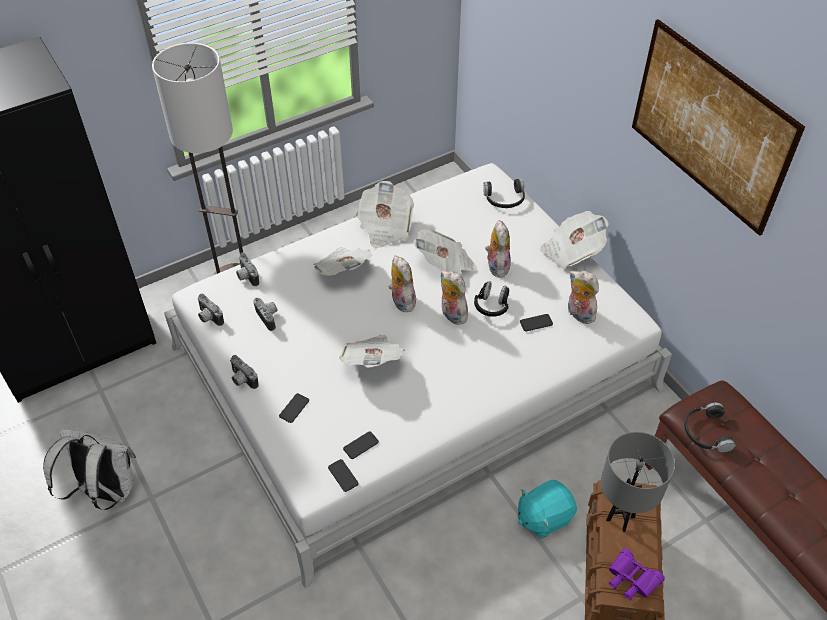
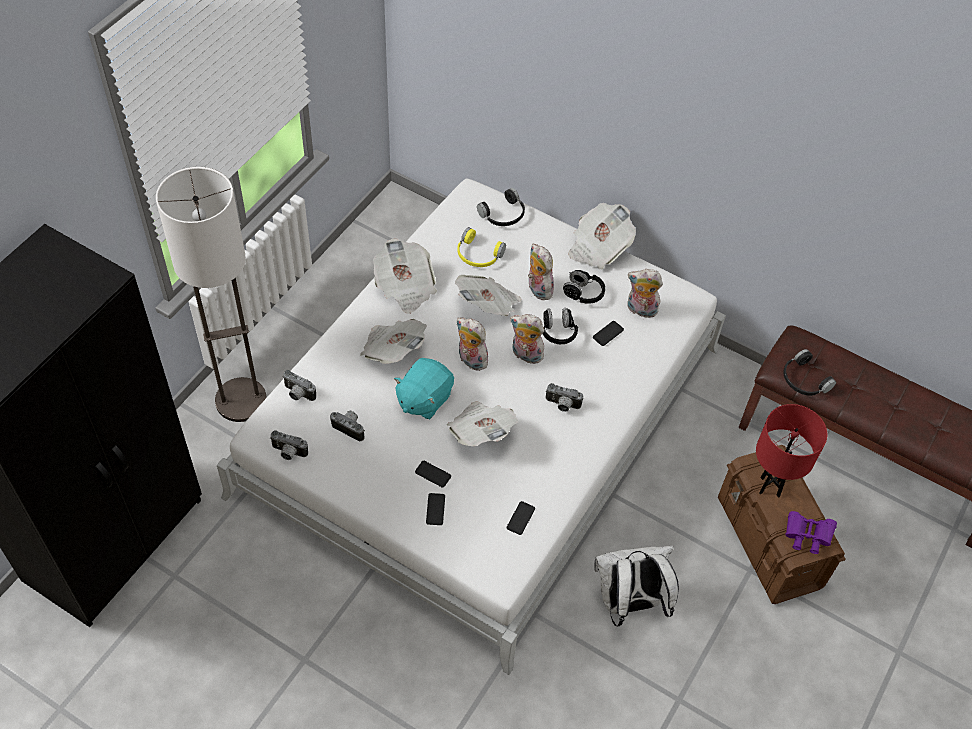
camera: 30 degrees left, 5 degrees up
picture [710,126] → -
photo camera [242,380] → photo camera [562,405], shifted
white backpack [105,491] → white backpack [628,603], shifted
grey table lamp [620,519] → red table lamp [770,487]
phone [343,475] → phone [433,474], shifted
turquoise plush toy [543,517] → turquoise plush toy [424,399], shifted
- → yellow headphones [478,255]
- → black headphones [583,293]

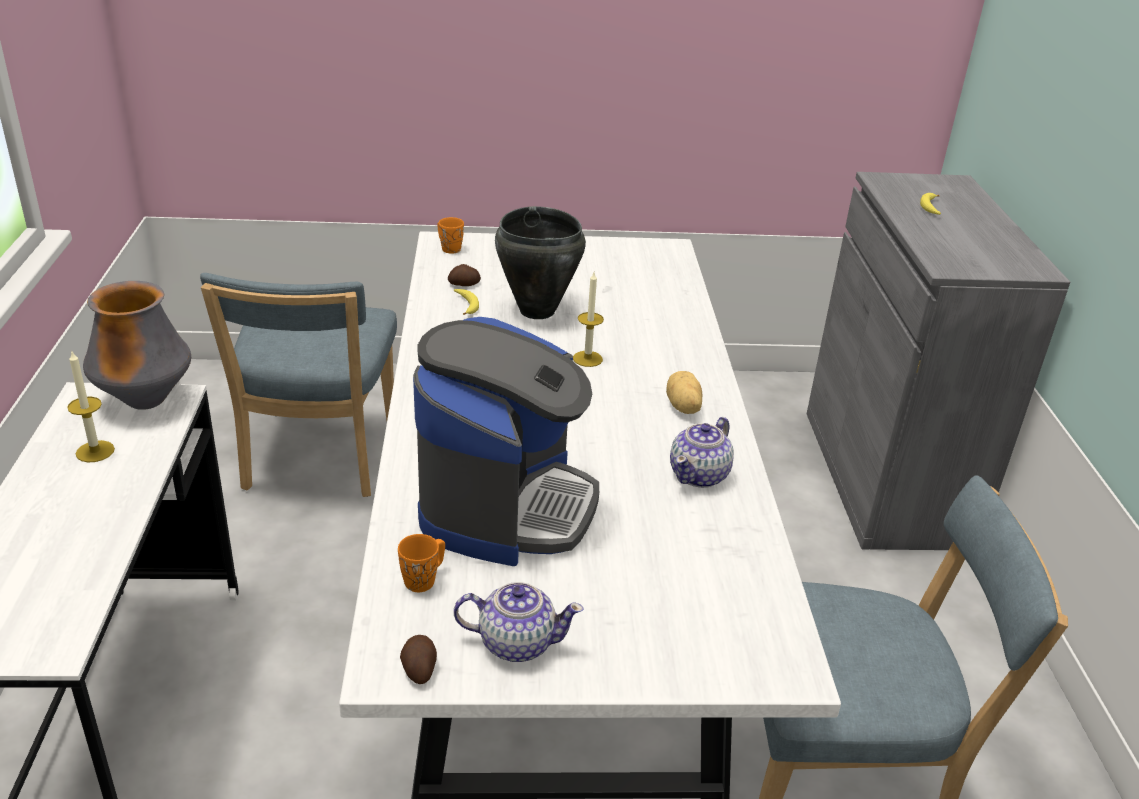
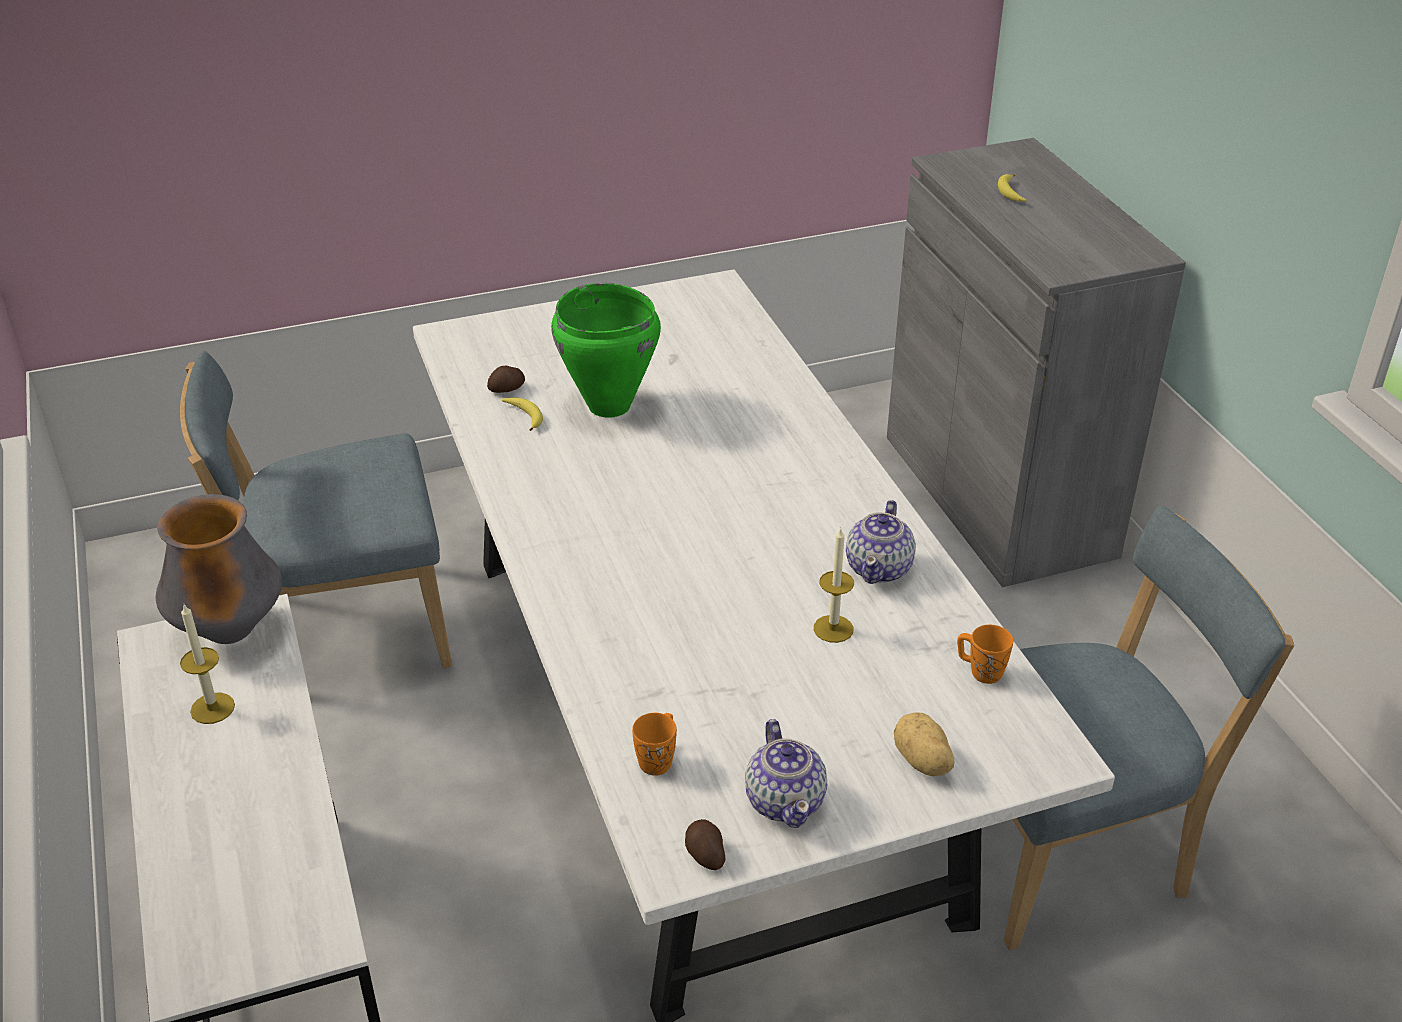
camera: 15 degrees left, 5 degrees up
black cooking pot [536,311] → green cooking pot [609,406]
orange mug [448,248] → orange mug [980,671], shifted
candle [587,359] → candle [833,629], shifted
blue chair [318,459] → blue chair [345,631], 90 degrees clockwise
coffee machine [506,506] → -
potato [682,407] → potato [921,762], shifted
teapot [516,642] → teapot [785,800], 90 degrees clockwise

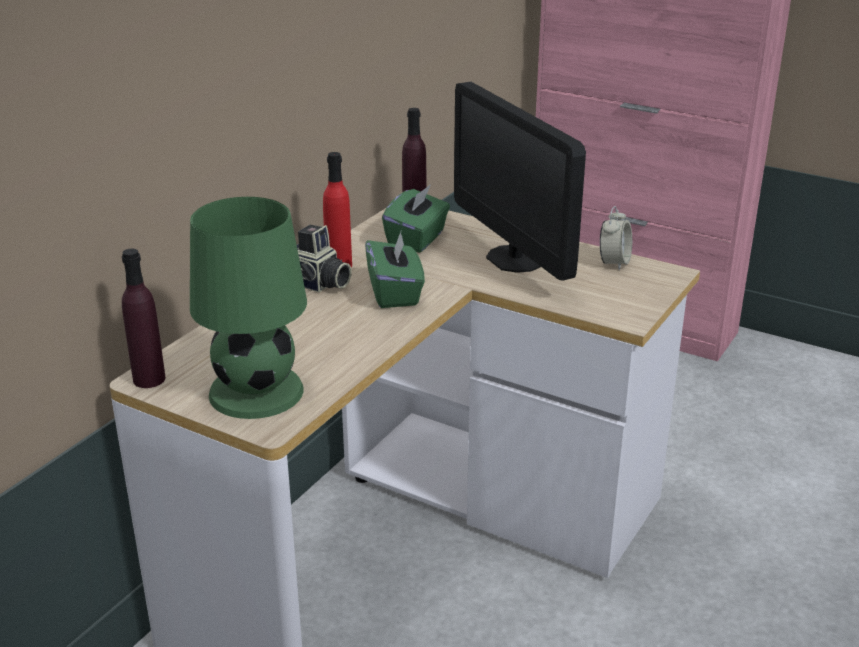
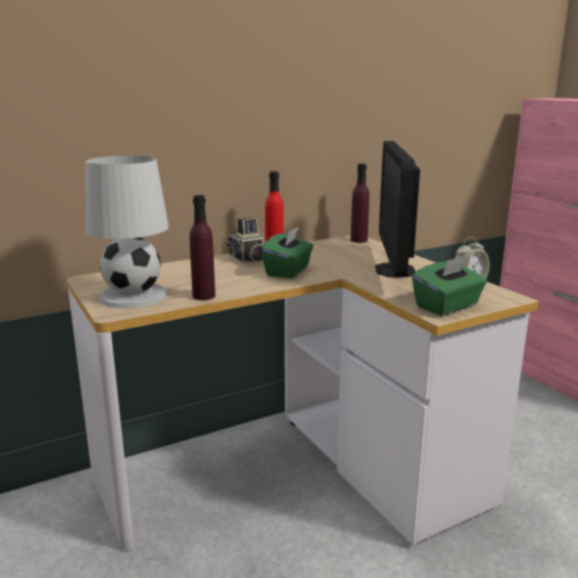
camera: 30 degrees right, 10 degrees down
green tissue box [417,239] → green tissue box [447,306], shifted
green table lamp [257,391] → white table lamp [134,296]
purple bottle [149,379] → purple bottle [204,296], shifted

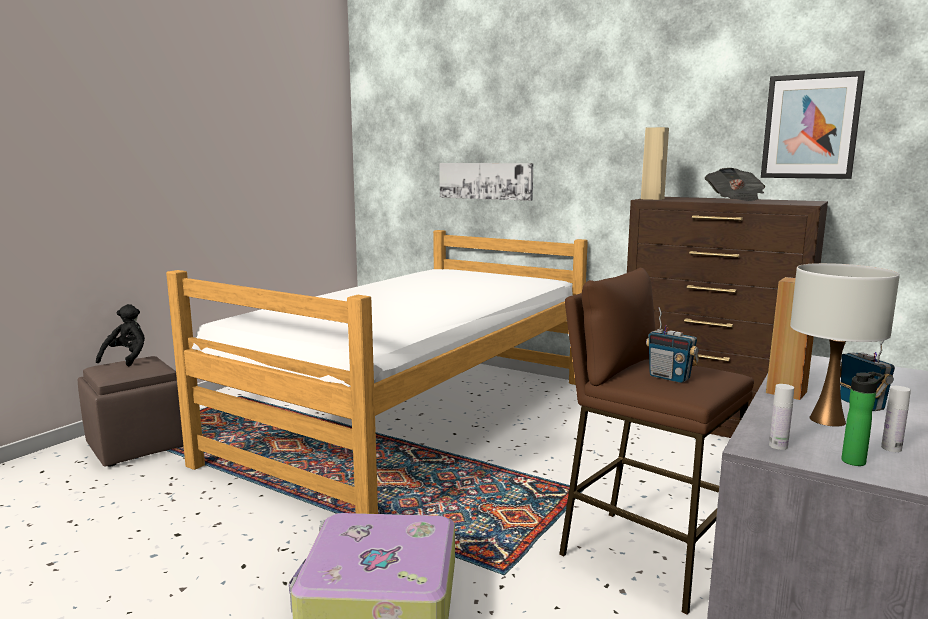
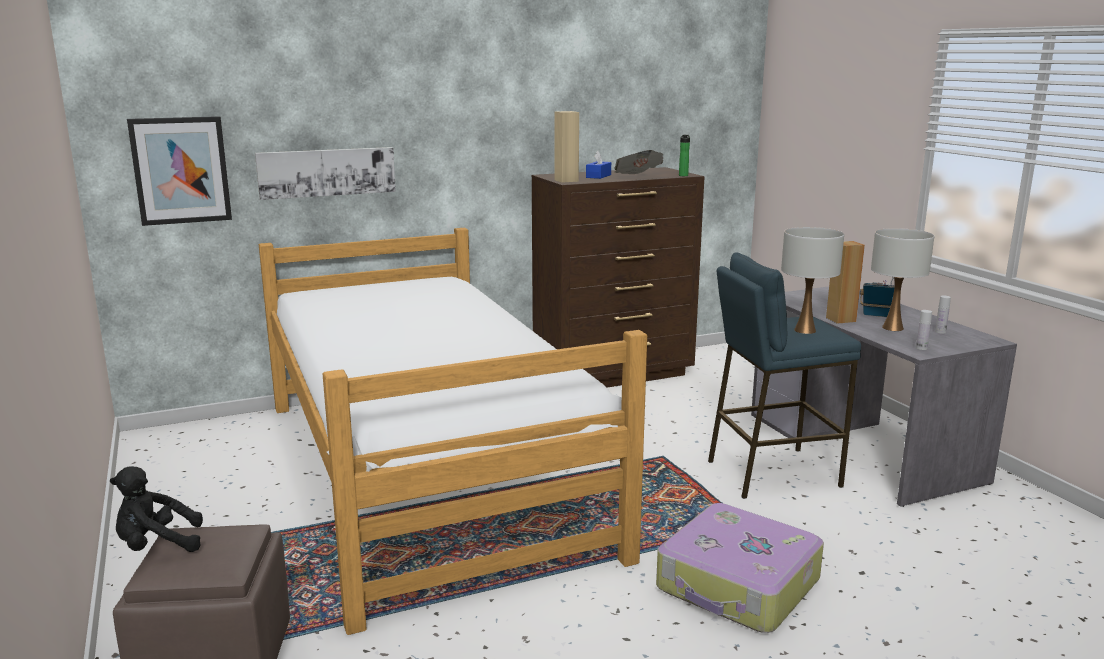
camera: 55 degrees left, 5 degrees up
picture [810,126] → picture [181,170], shifted
brown stool [644,556] → blue stool [771,473]
black plush toy [127,358] → black plush toy [157,546], 60 degrees counterclockwise
radio [669,377] → white table lamp [805,330]
bottle [856,461] → bottle [683,175], shifted
- → blue tissue box [598,176]

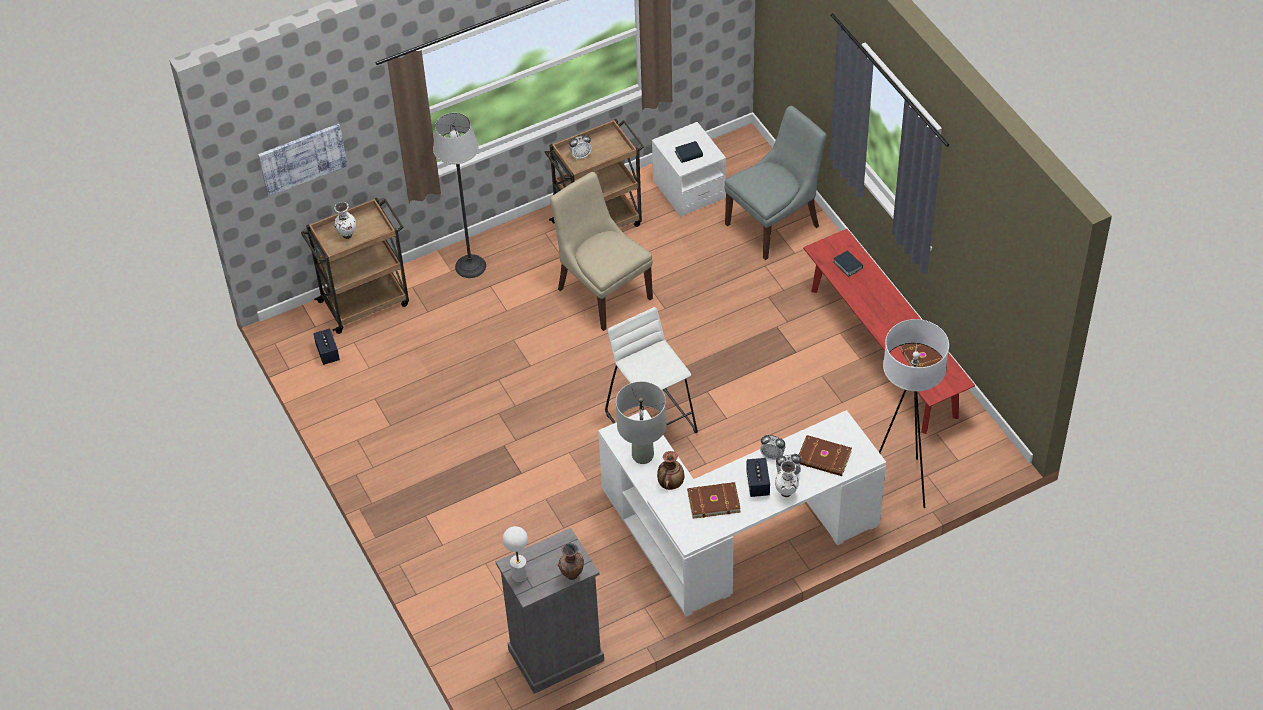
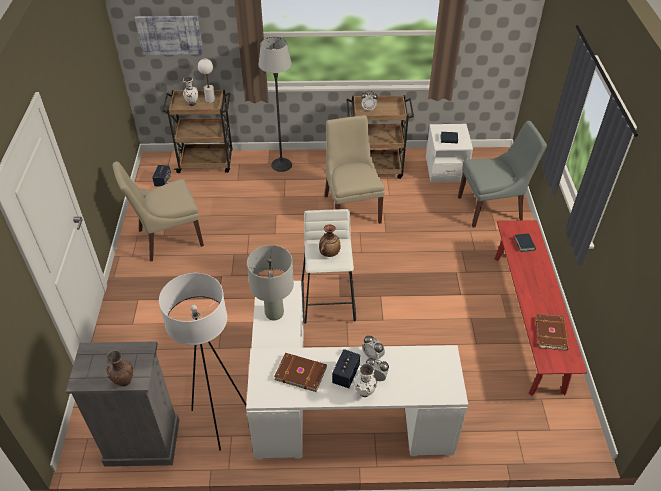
camera: 25 degrees right, 5 degrees down
white floor lamp [901,484] → white floor lamp [219,421], shifted
brown book [823,458] → -
vase [670,483] → vase [329,253], shifted
white table lamp [519,575] → white table lamp [210,100], shifted
- → beige chair [168,238]

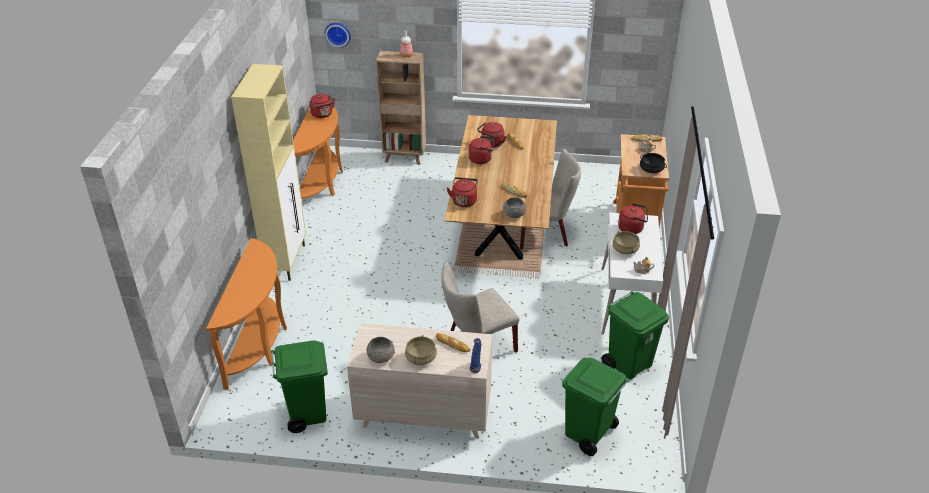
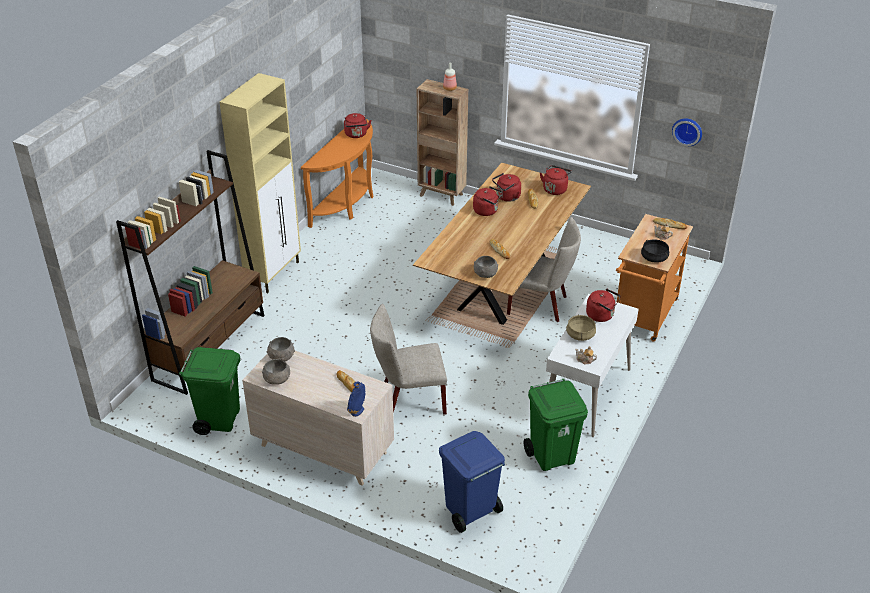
camera: 20 degrees right, 0 degrees up
wall clock [338,34] → wall clock [687,131], shifted
red kettle [464,201] → red kettle [555,189], shifted
orange console table [260,345] → brown bookcase [210,347]
beige cooking pot [420,358] → -
green trash can [588,434] → blue trash can [470,512]
- → grey bowl [281,357]

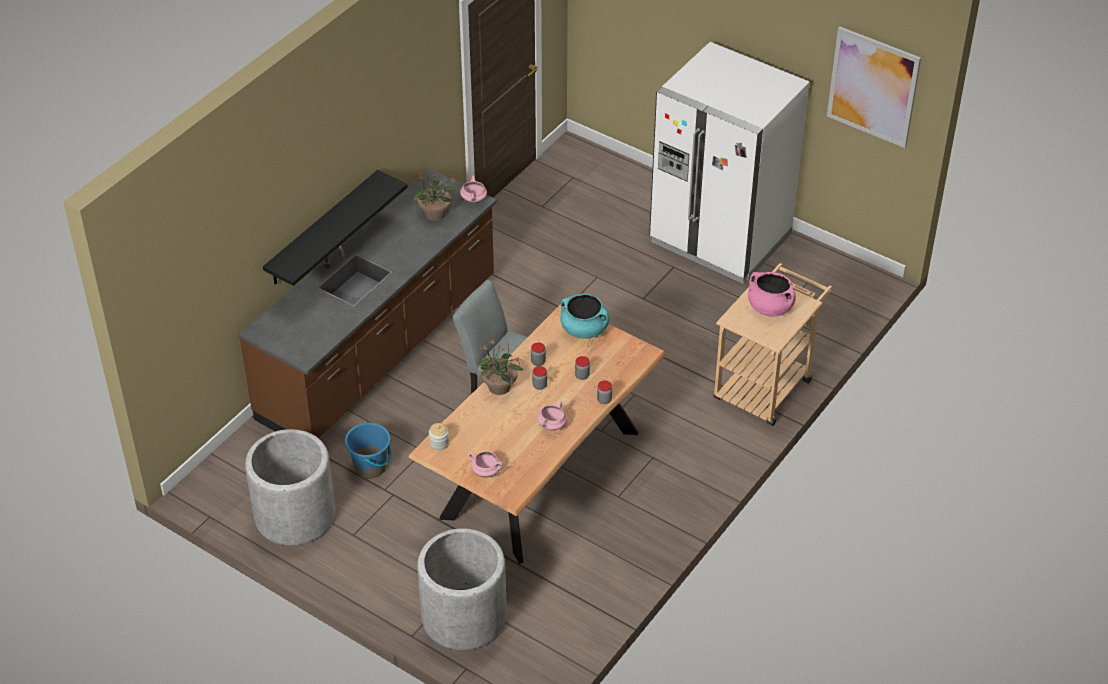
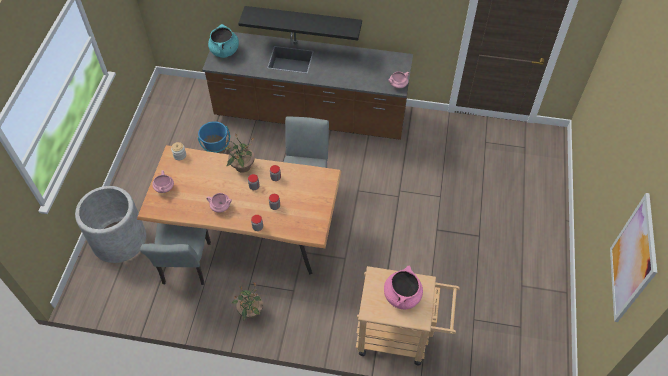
camera: 65 degrees right, 10 degrees up
white fridge [720,239] → -
potted plant [435,214] → potted plant [250,311], shifted
turquoise cooking pot [584,329] → turquoise cooking pot [224,51], shifted
grey planter [295,515] → -
- → grey chair [185,267]

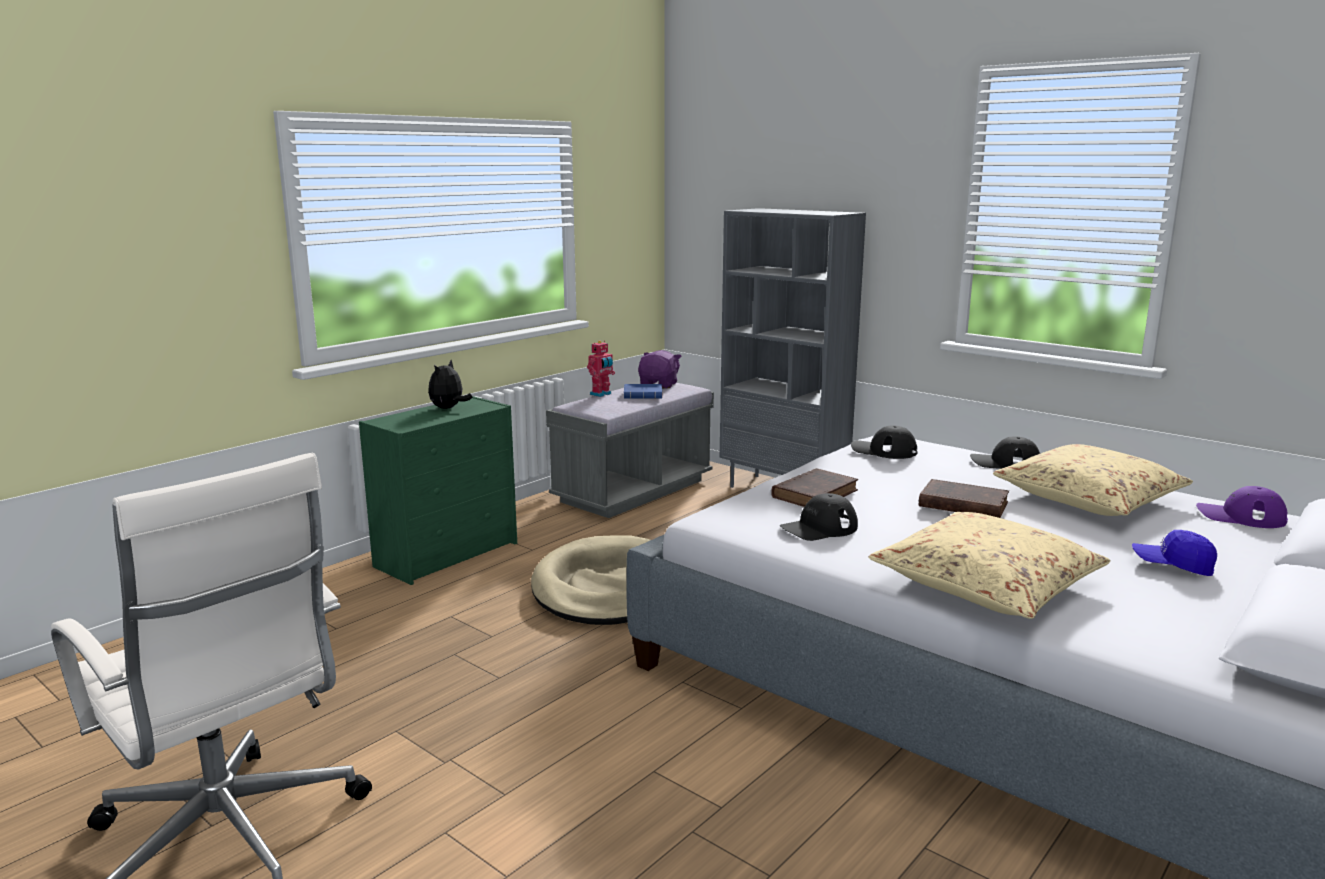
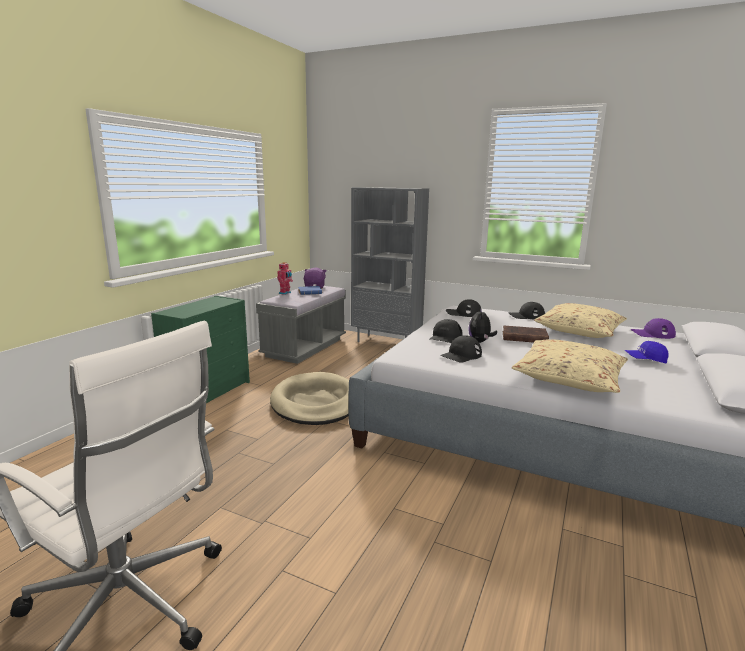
camera: 15 degrees left, 0 degrees up
plush toy [448,408] → plush toy [480,342], shifted
brown book [816,493] → black cap [445,337]

